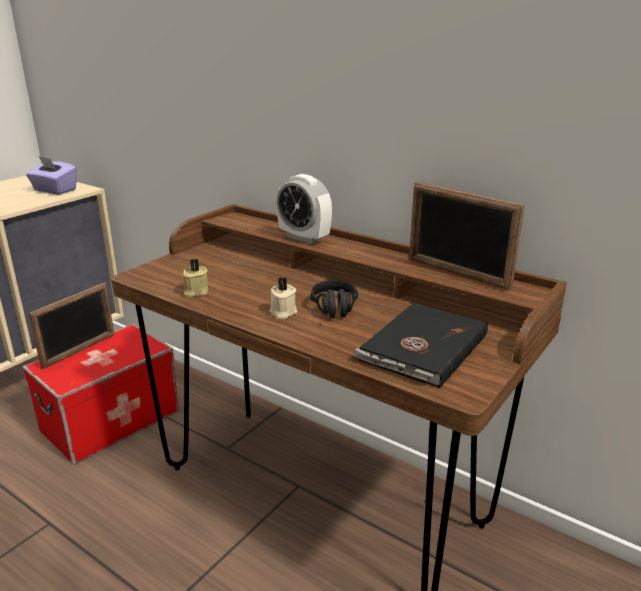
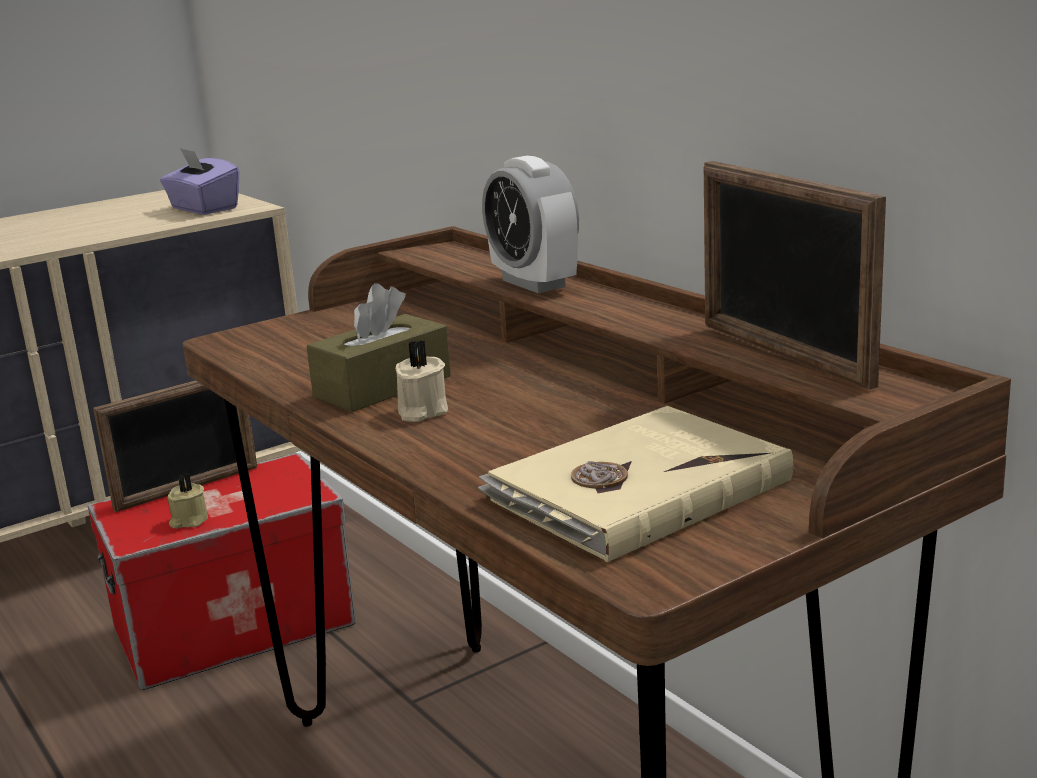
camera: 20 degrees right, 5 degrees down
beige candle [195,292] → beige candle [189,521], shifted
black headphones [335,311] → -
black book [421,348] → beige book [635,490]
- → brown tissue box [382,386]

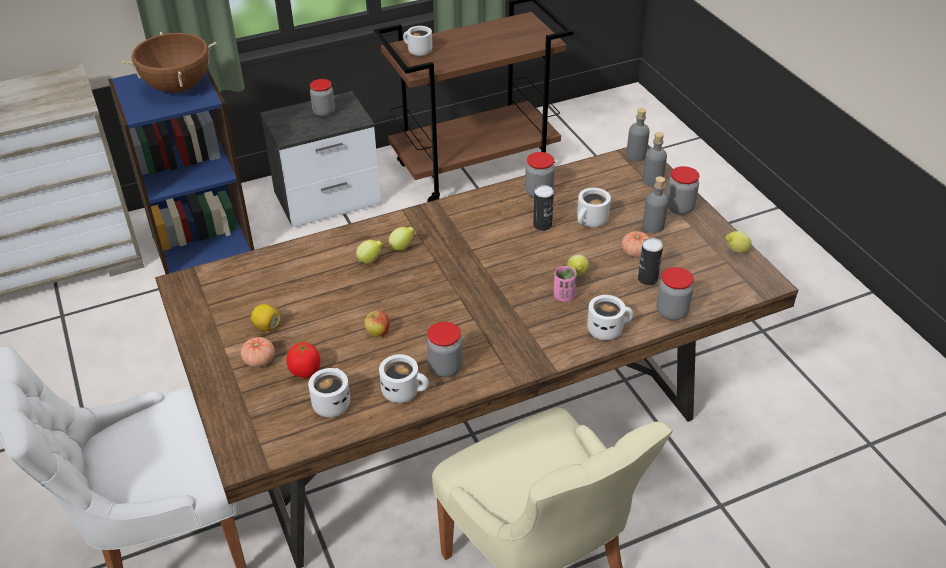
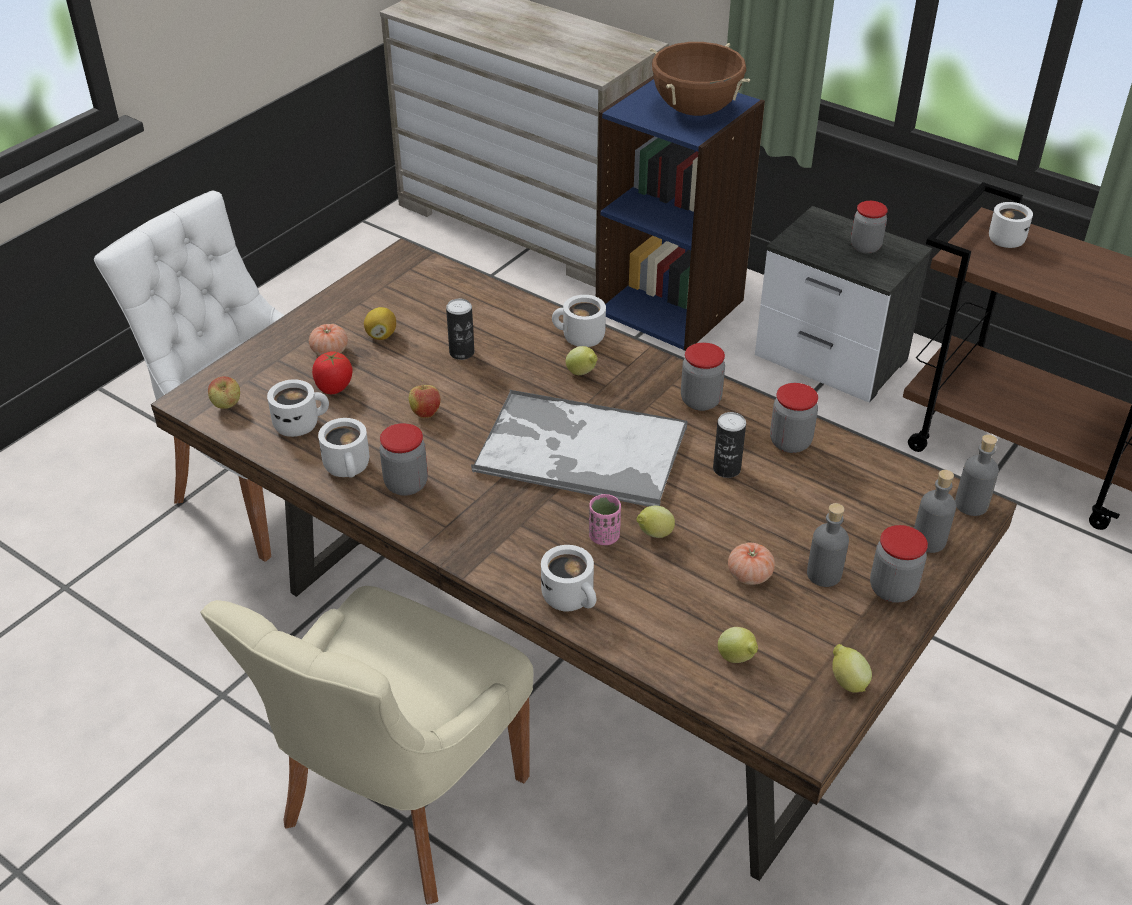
camera: 60 degrees right, 0 degrees up
white mug [591,222] → white mug [579,338], shifted
can [647,279] → can [461,352], shifted
lemon [370,260] → lemon [737,659], shifted
jar [671,312] → jar [700,401], shifted
- → apple [227,406]
- → tray [579,450]

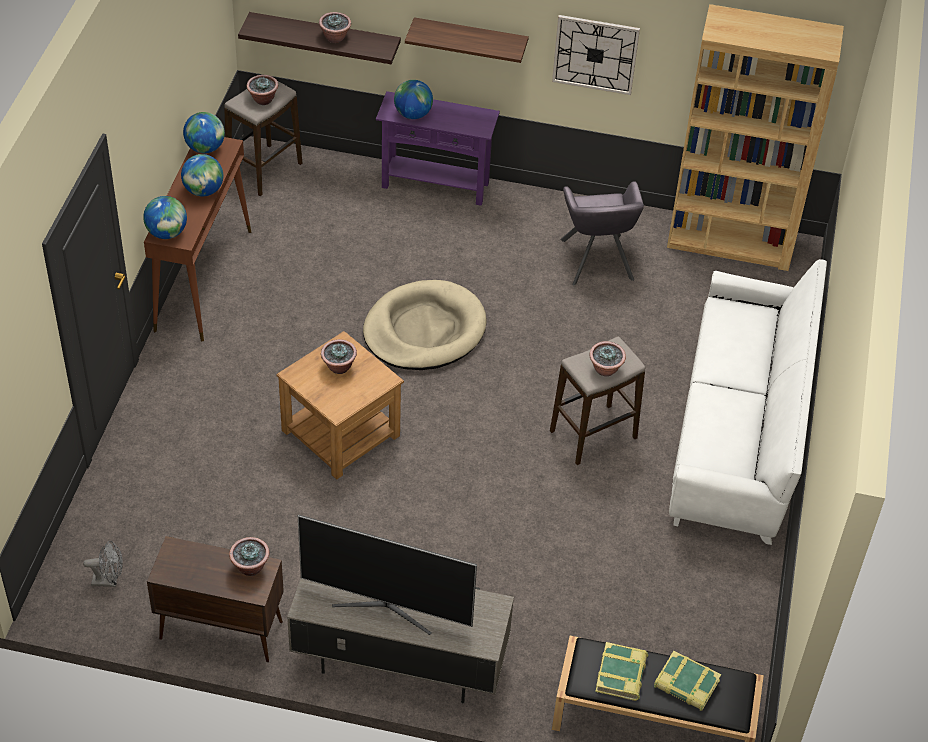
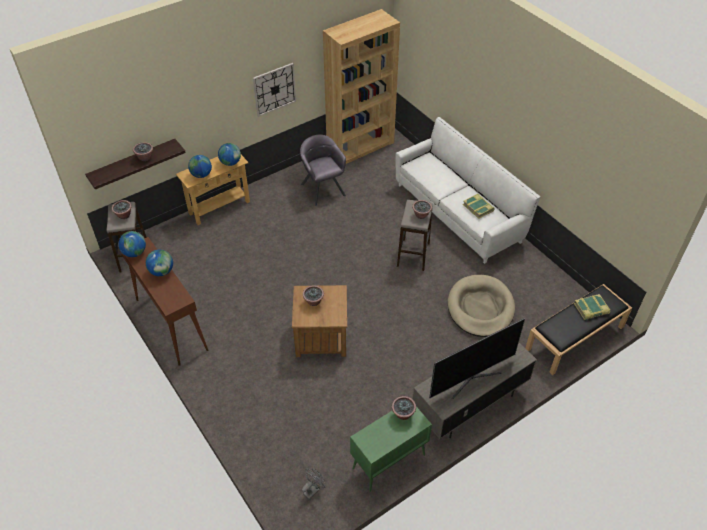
camera: 45 degrees left, 0 degrees up
shelf [470,39] → -
purple console table [435,185] → beige console table [219,207]
grey armchair [596,260] → grey armchair [323,189], 150 degrees counterclockwise
globe [167,233] → globe [230,163], shifted
beige dog bed [424,330] → beige dog bed [480,308], shifted
brown cabinet [220,630] → green cabinet [388,462]
book [621,675] → book [478,208], shifted

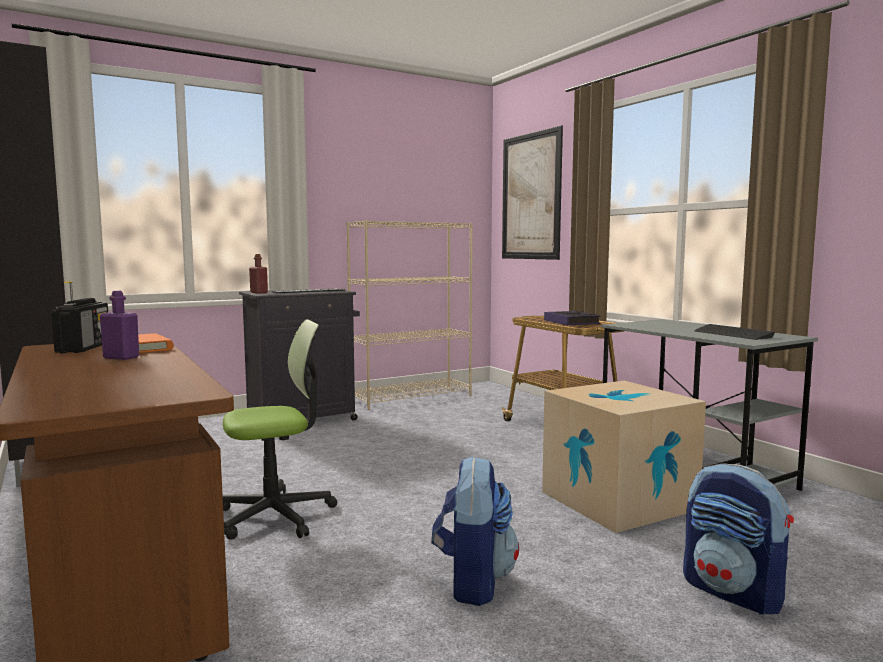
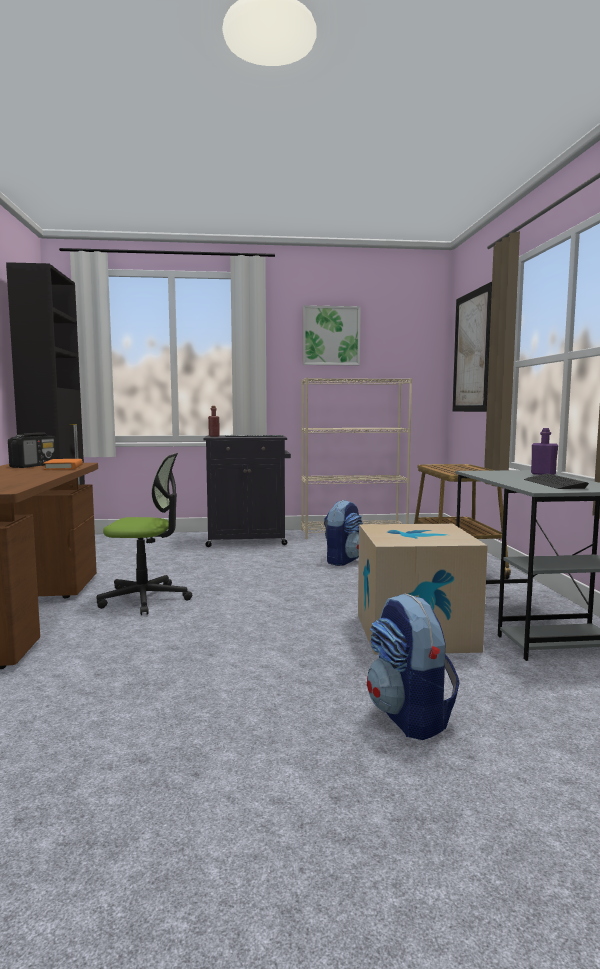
camera: 25 degrees right, 0 degrees up
purple bottle [121,357] → purple bottle [543,474], shifted
book [571,322] → -
backpack [473,581] → backpack [343,560], shifted
- → picture [331,336]

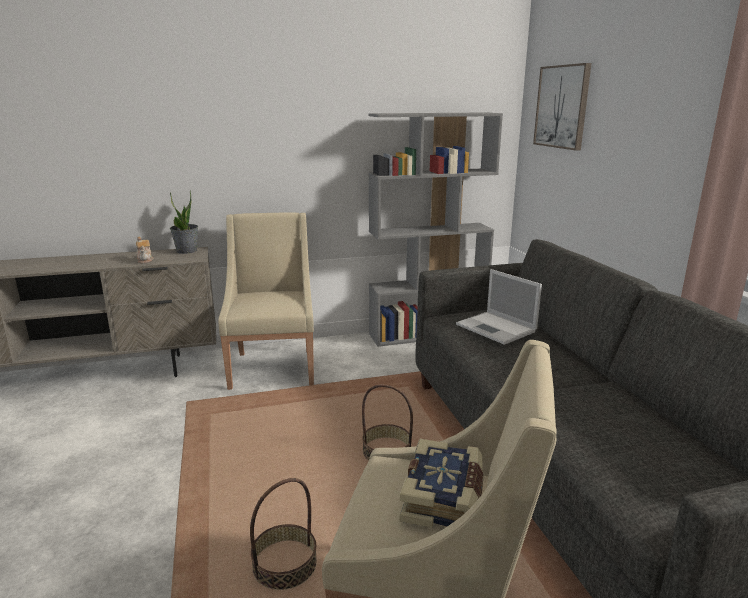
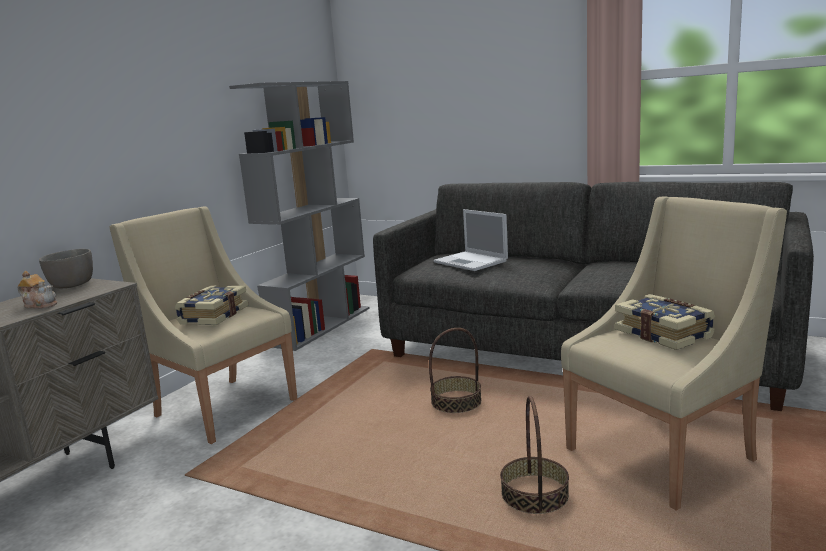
camera: 45 degrees left, 5 degrees down
picture [562,107] → -
potted plant [187,251] → grey bowl [71,286]
laptop [497,328] → laptop [471,262], 45 degrees clockwise
- → book [213,316]

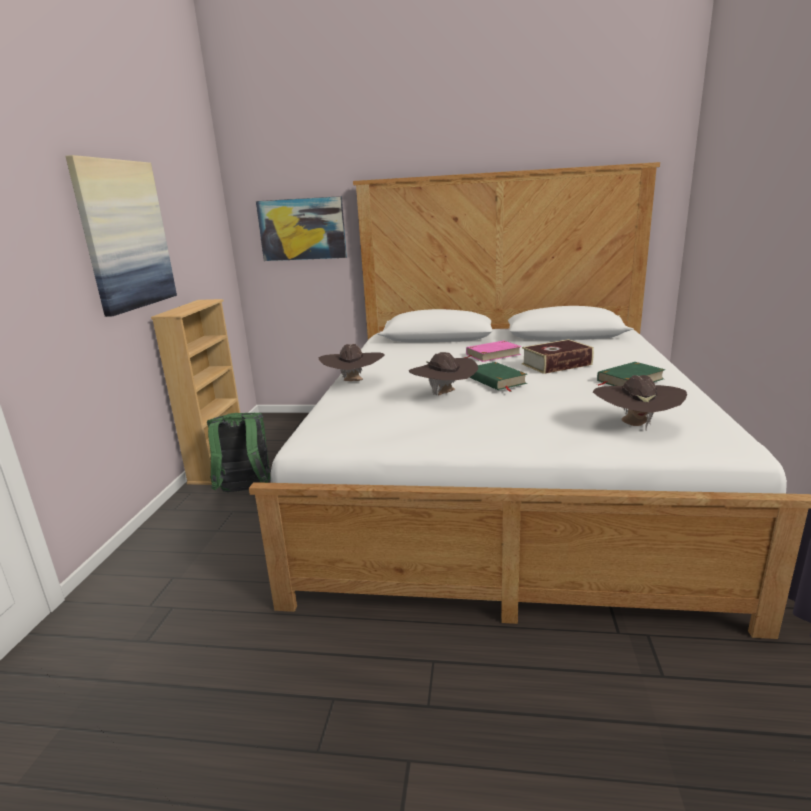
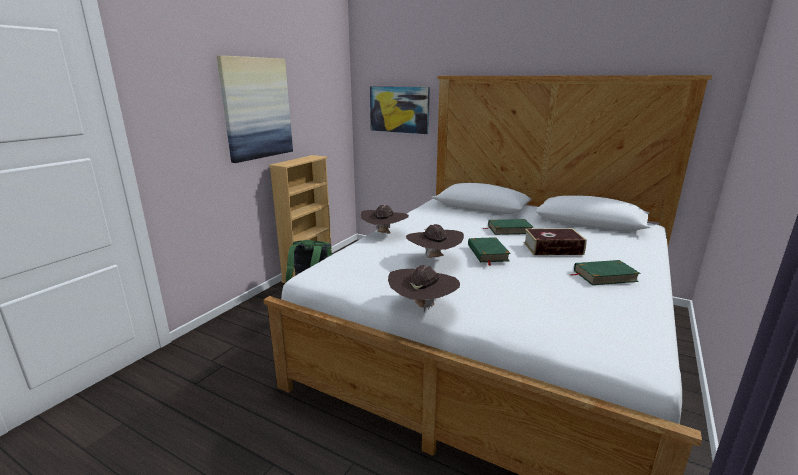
camera: 20 degrees right, 0 degrees up
pink book [492,354] → green book [509,229]
brown hat [635,426] → brown hat [423,307], shifted

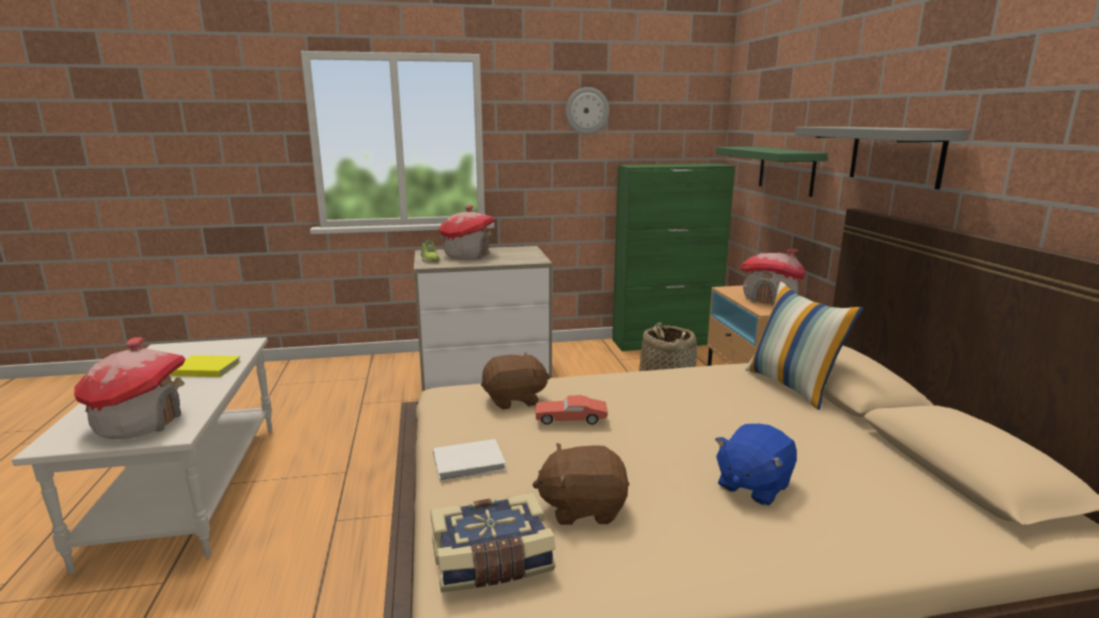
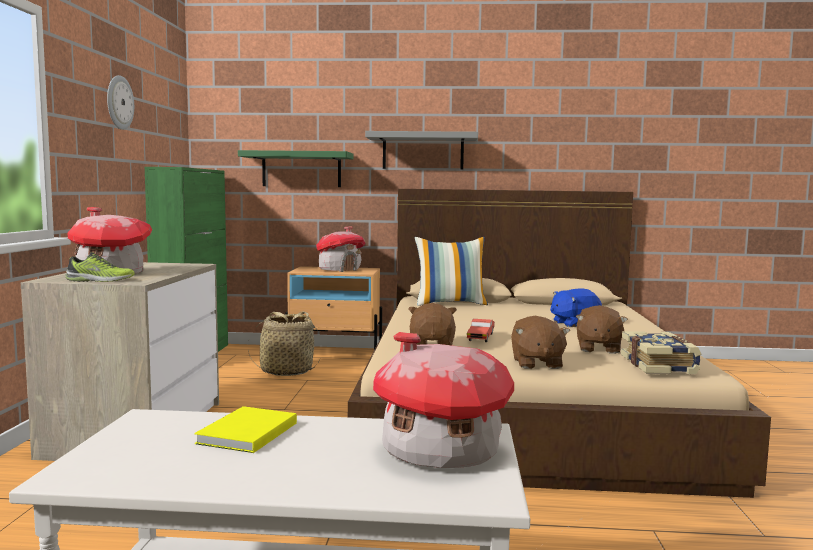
camera: 75 degrees left, 10 degrees down
blue plush toy [752,485] → blue plush toy [574,324], 105 degrees clockwise
white book [471,463] → brown plush toy [536,363]

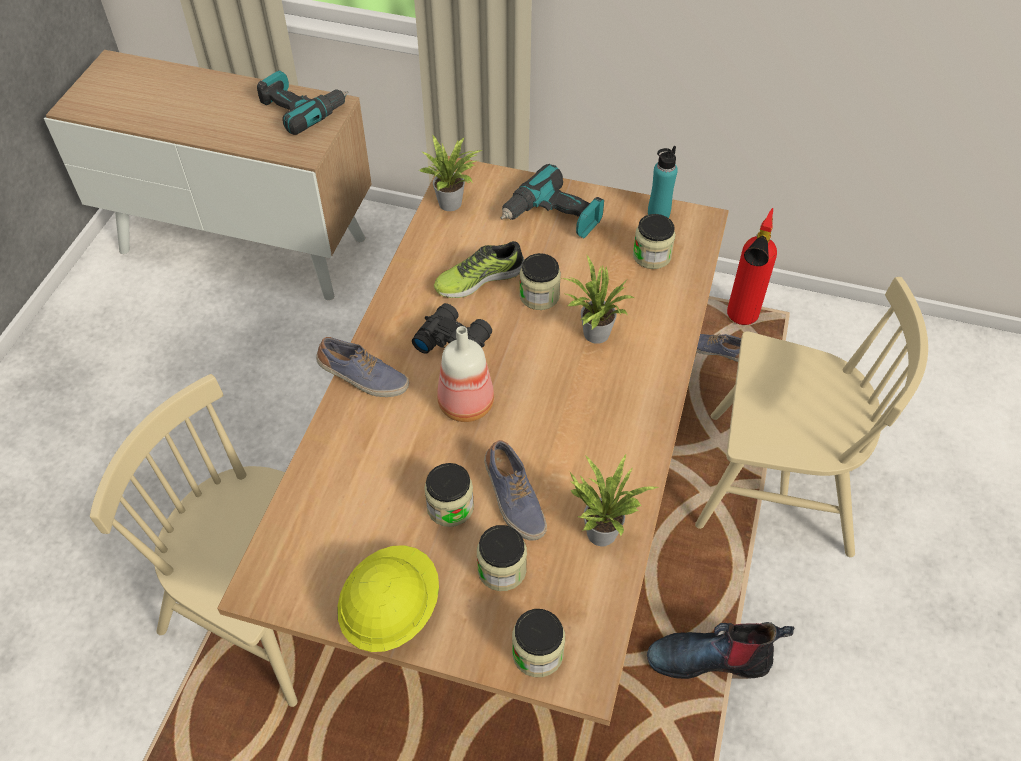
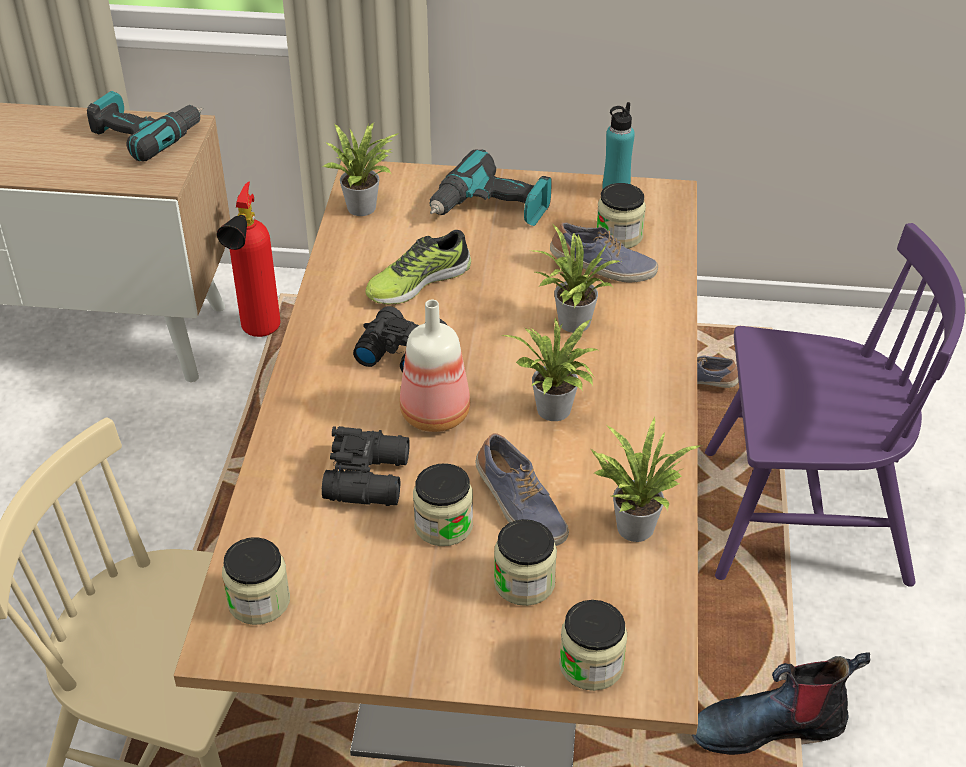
camera: 10 degrees left, 10 degrees down
fire extinguisher [739,322] → fire extinguisher [258,335], shifted
jar [539,296] → jar [259,601], shifted
beige chair [777,483] → purple chair [803,517]
shoe [363,378] → shoe [603,269], shifted
yellow hard hat [390,610] → -
- → potted plant [554,413]
- → black binoculars [370,477]

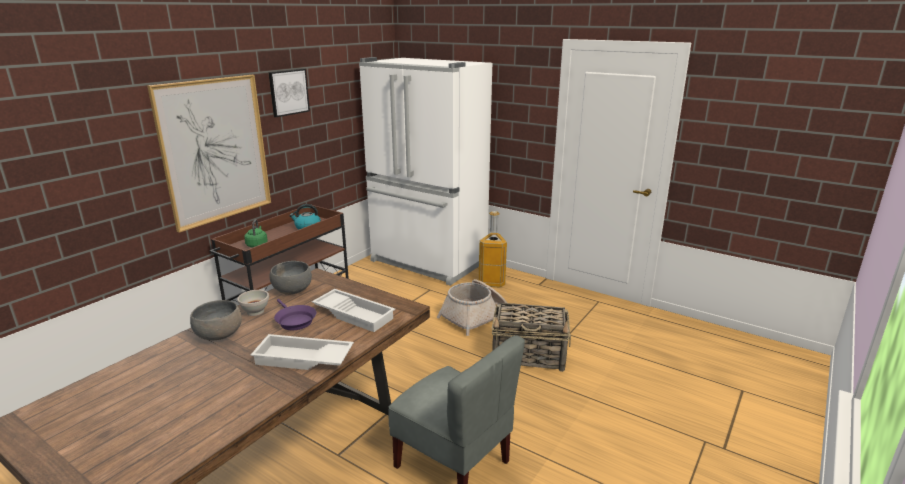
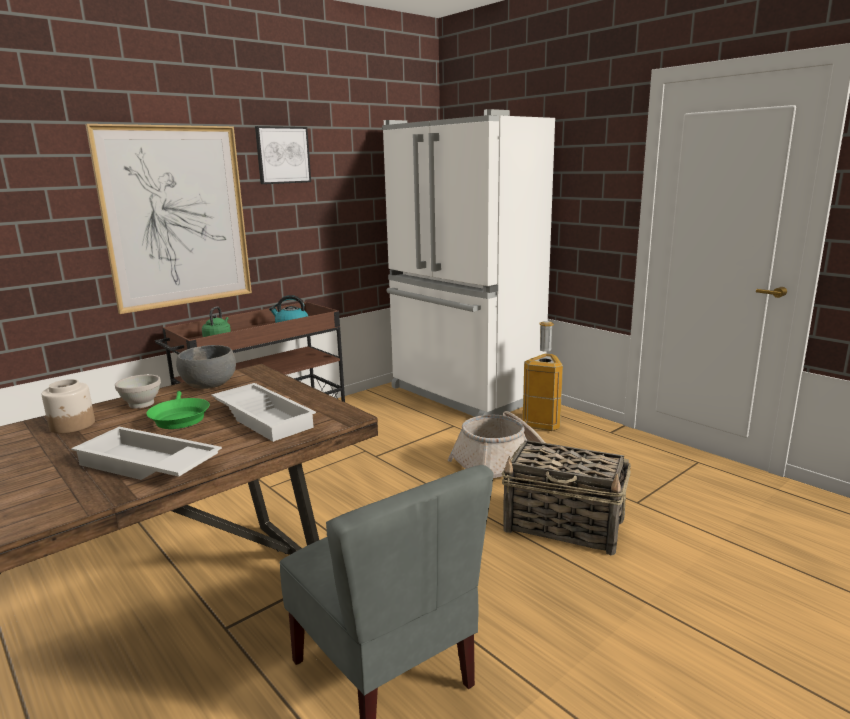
camera: 15 degrees right, 5 degrees down
purple frying pan [294,320] → green frying pan [179,418]
grey bowl [219,334] → jar [72,425]

